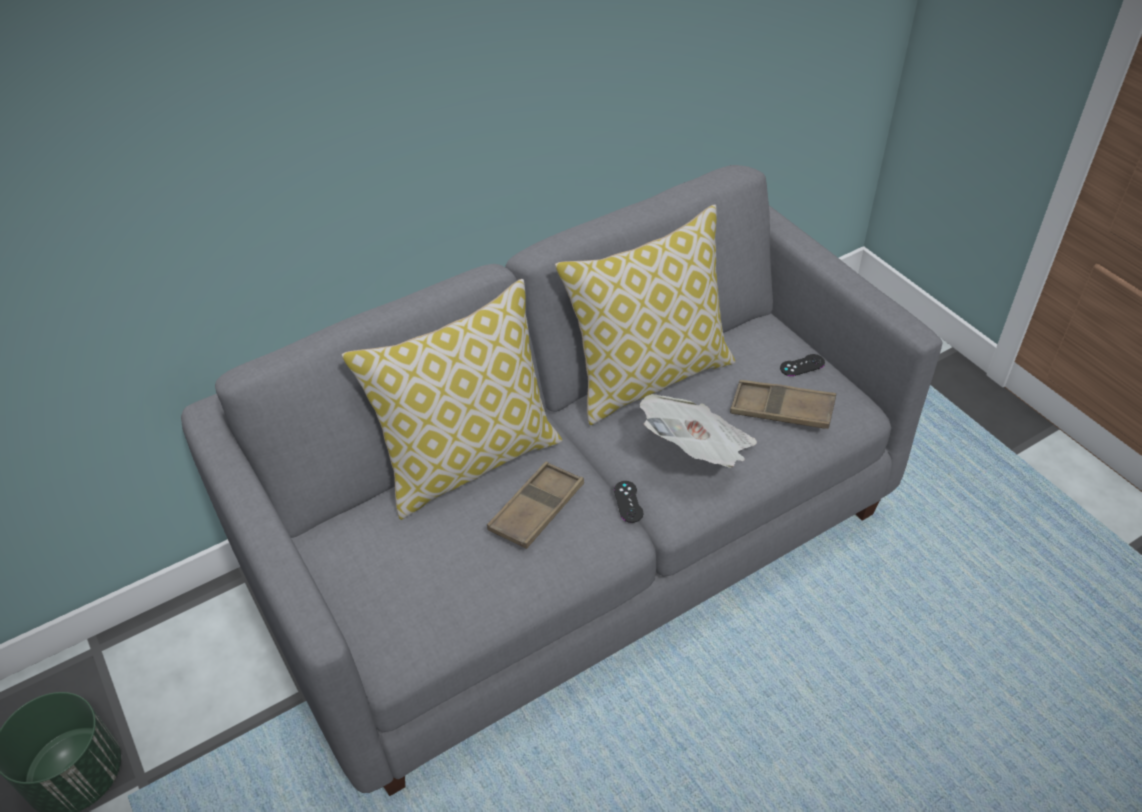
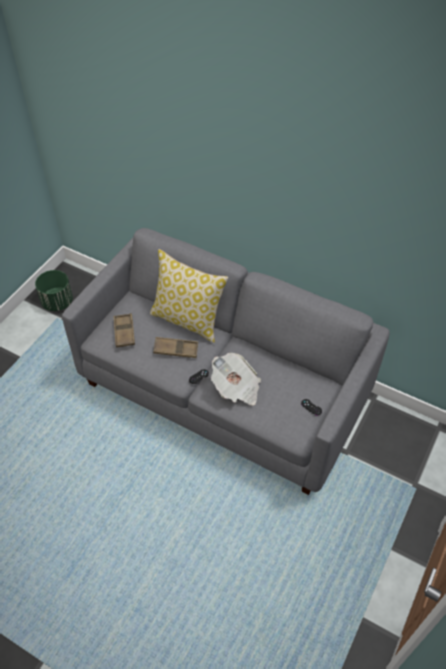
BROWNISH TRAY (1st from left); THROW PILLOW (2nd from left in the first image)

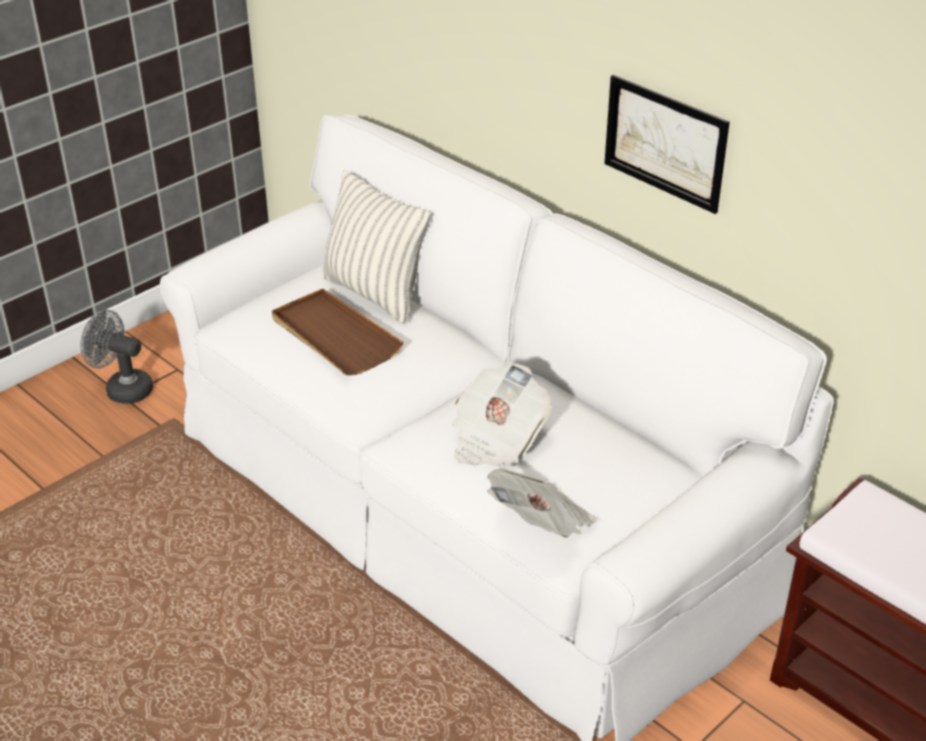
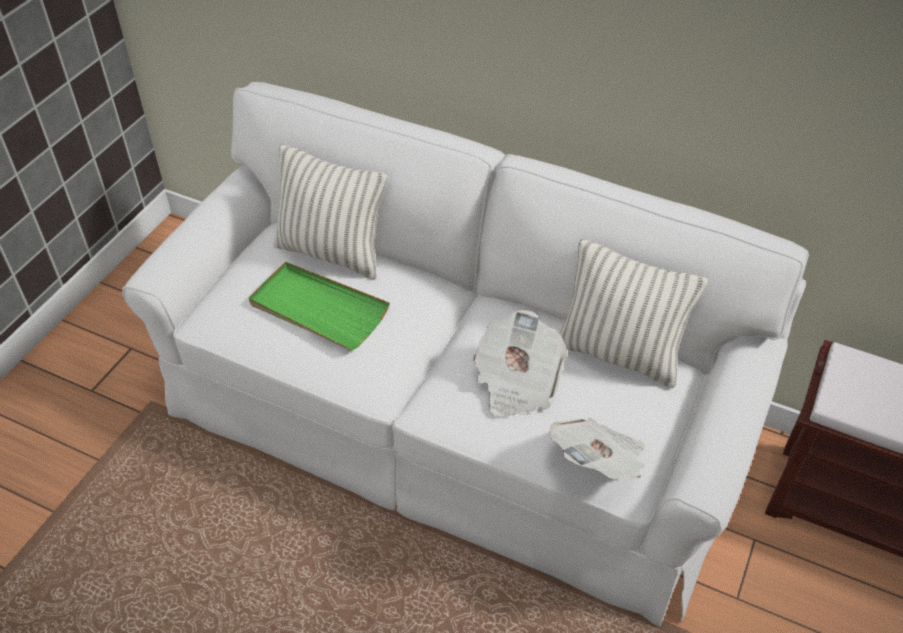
GREEN TRAY; THROW PILLOW (2nd from left); GREYISH ELECTRIC FAN; PICTURE

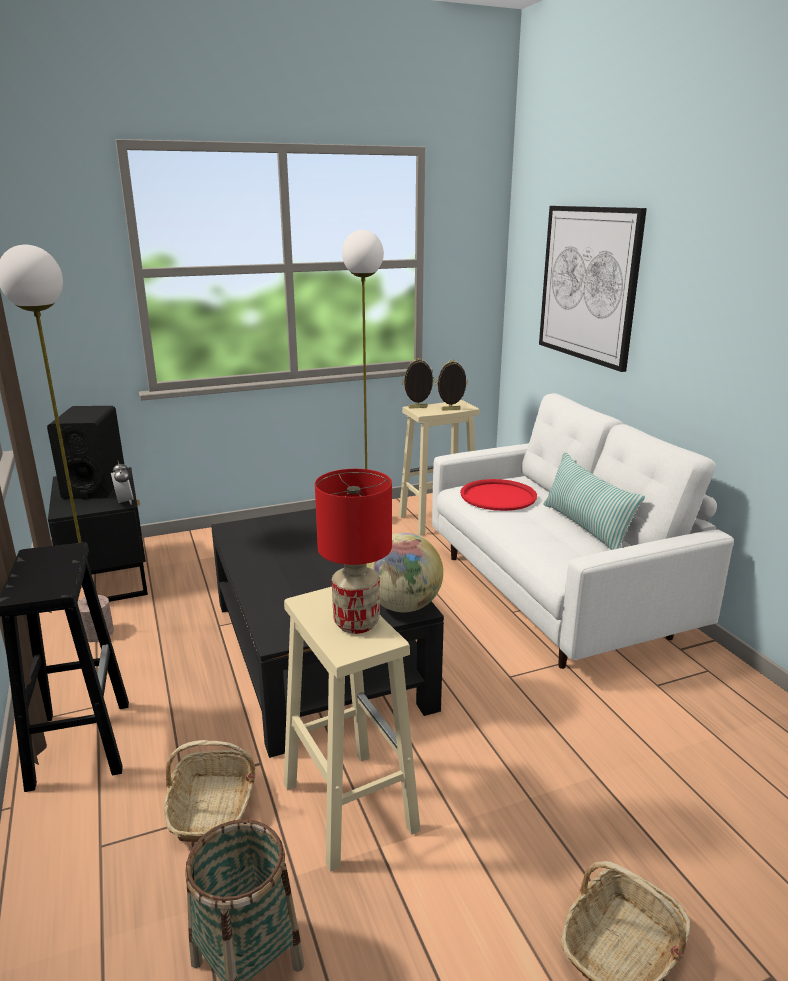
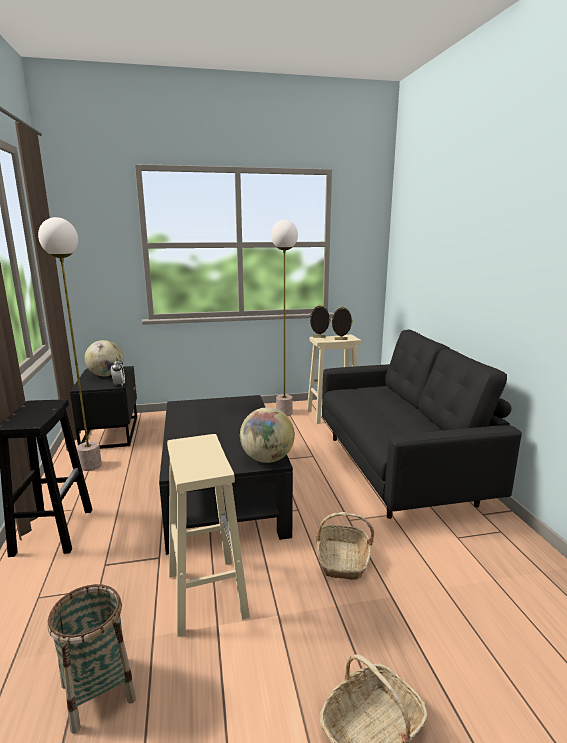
DESK GLOBE (1st from left); BASKET (2nd from left); BLACK-COLOURED SETTEE; RED TABLETOP LAMP; RED TRAY; PICTURE; THROW PILLOW

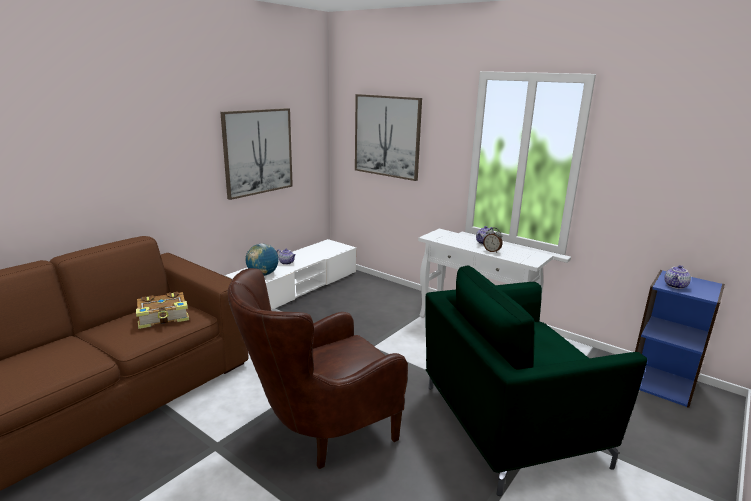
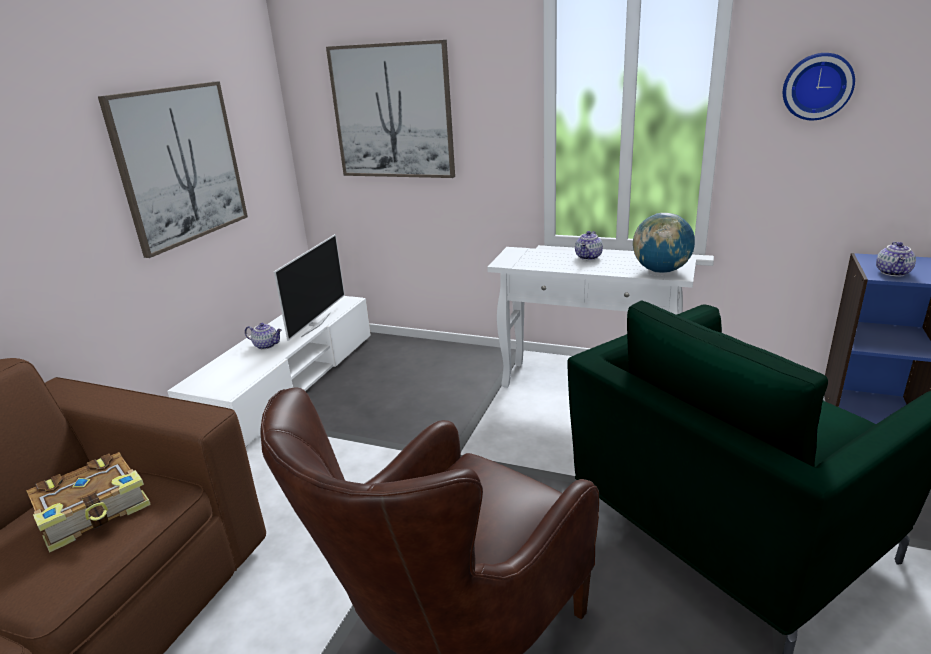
TV; DESK GLOBE; HANGING CLOCK; TABLE CLOCK

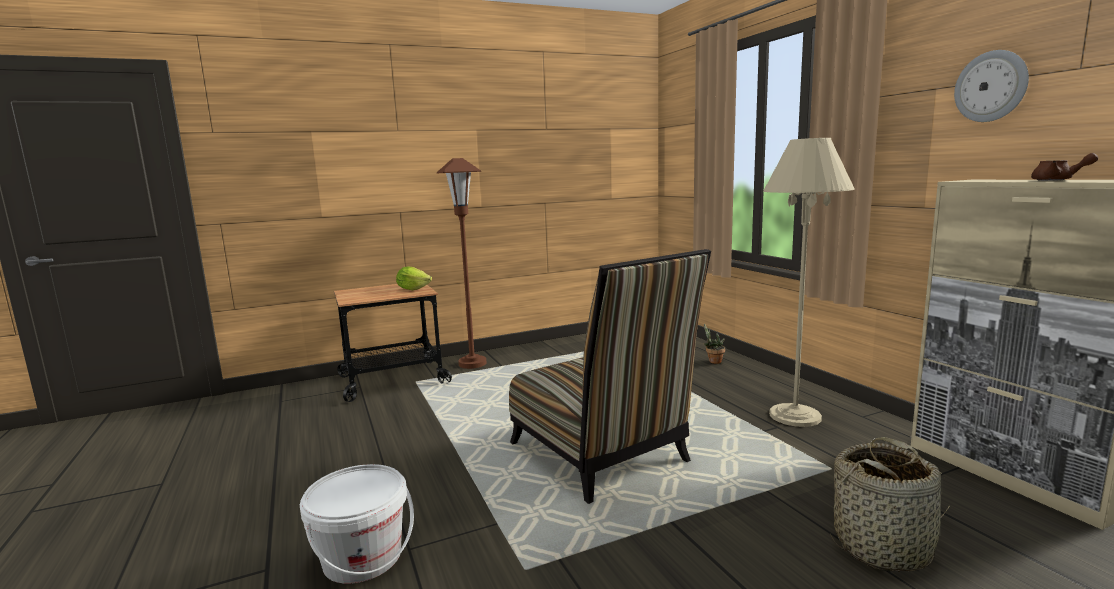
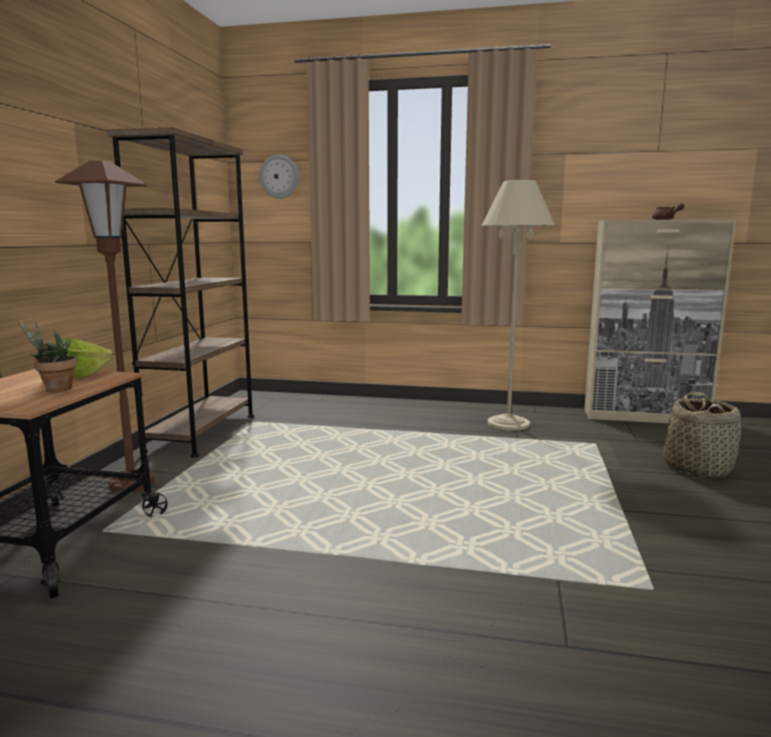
POTTED PLANT; BROWNISH BOOKSHELF; HANGING CLOCK; WHITE-COLOURED BUCKET; CHAIR

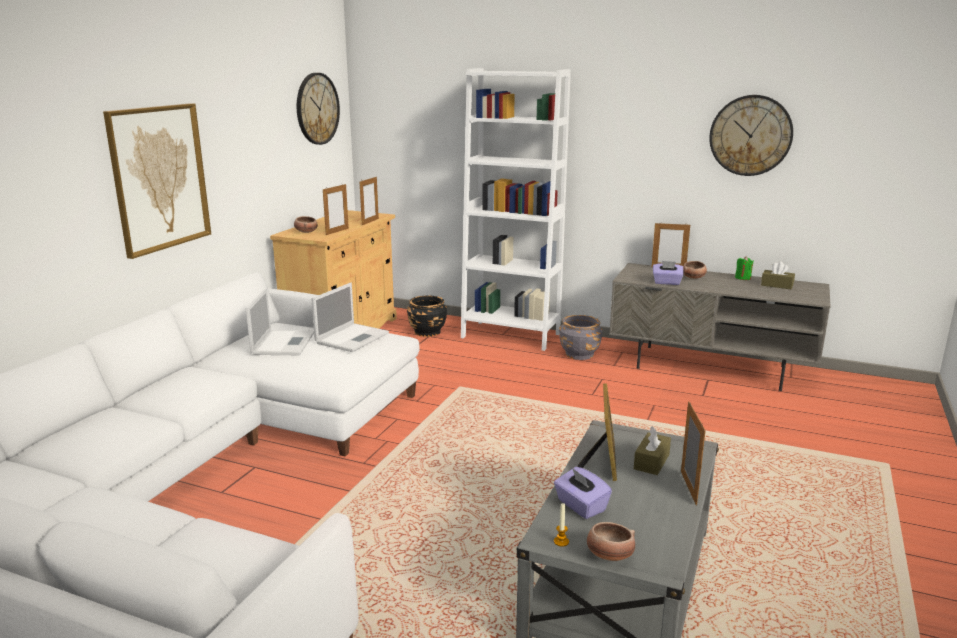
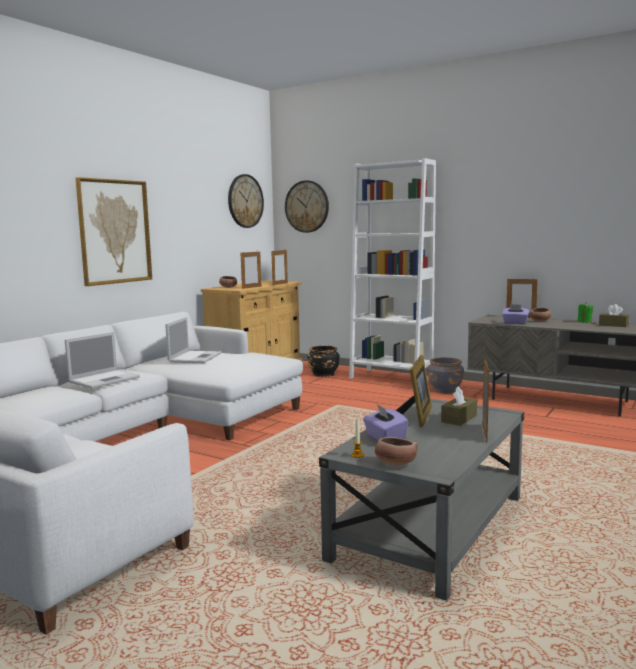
NOTEBOOK COMPUTER (1st from left); HANGING CLOCK (2nd from left)

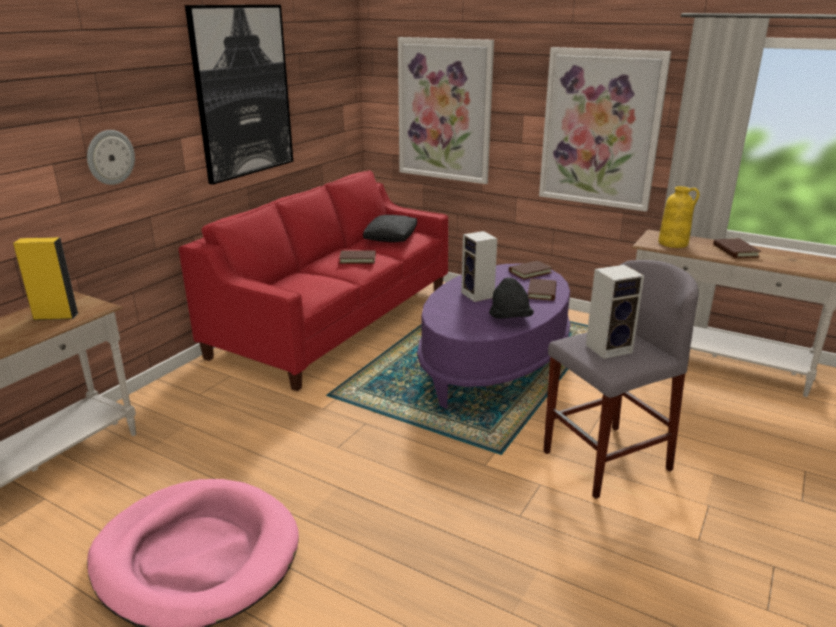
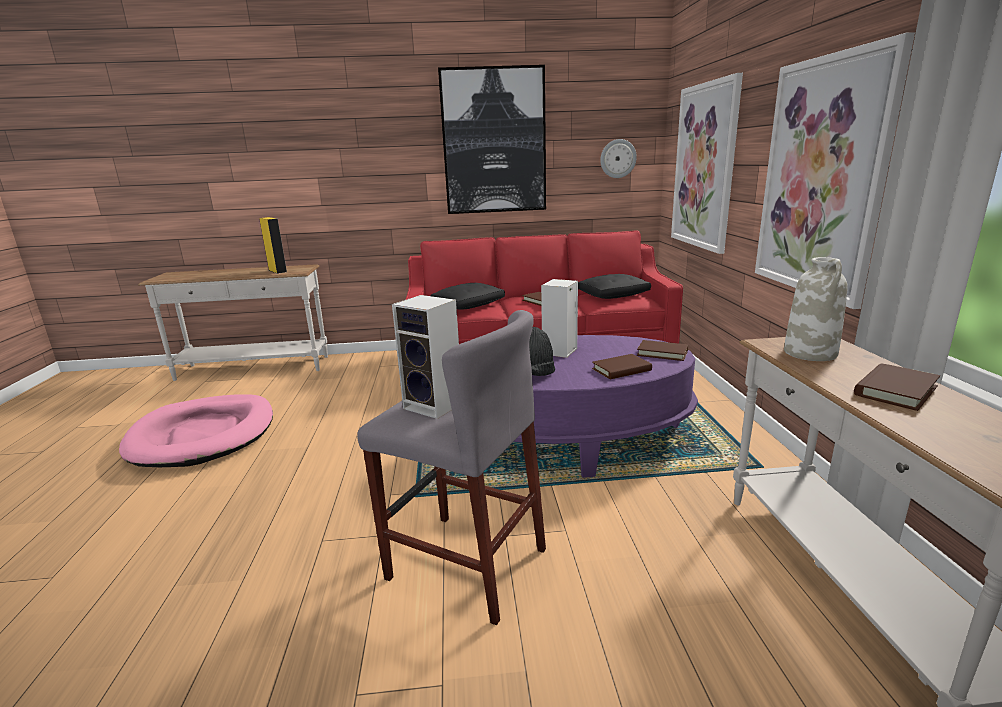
BLACK-COLOURED THROW PILLOW (1st from left); HANGING CLOCK; WHITE-COLOURED FLOWER VASE

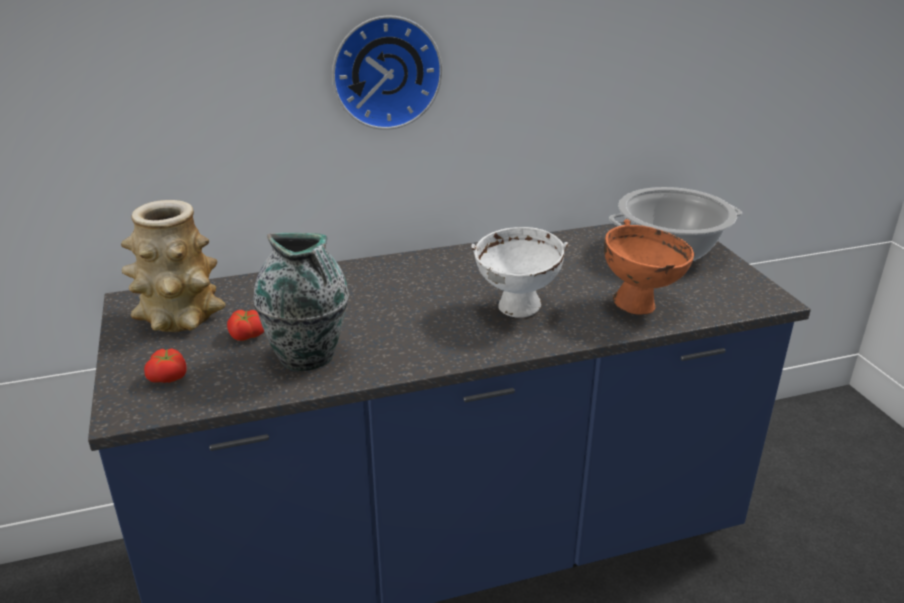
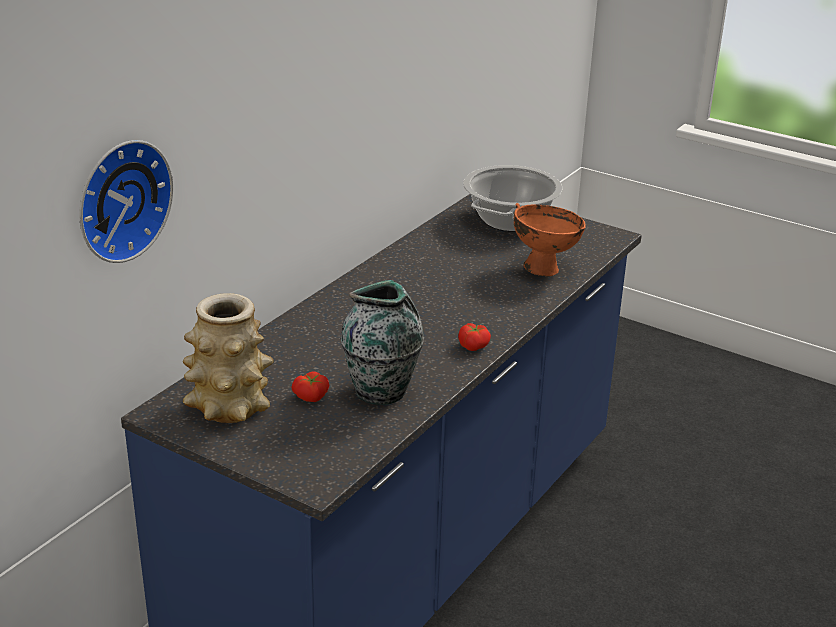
HANGING CLOCK; TOMATO (2nd from left); WHITE-COLOURED SERVING BOWL

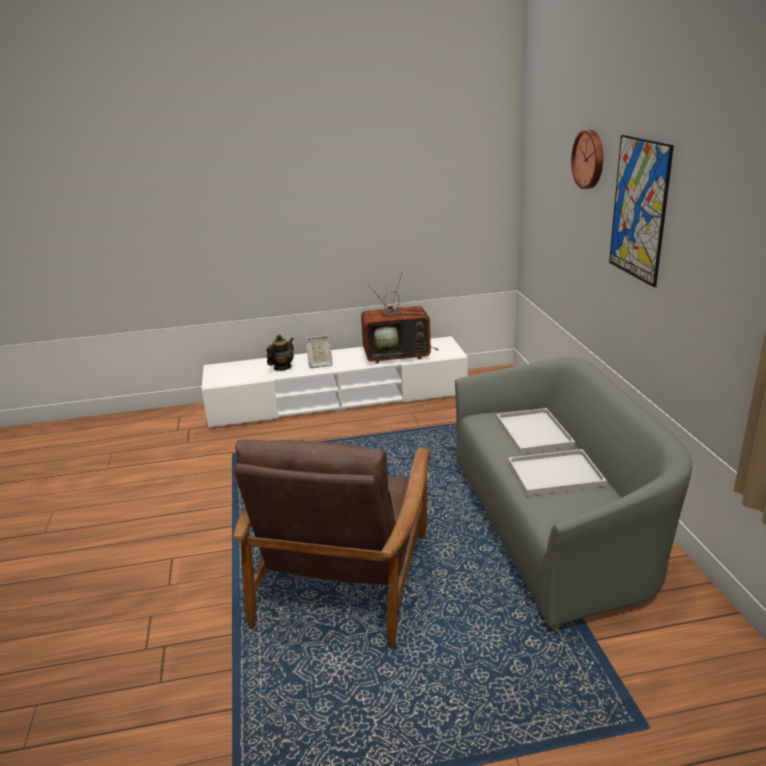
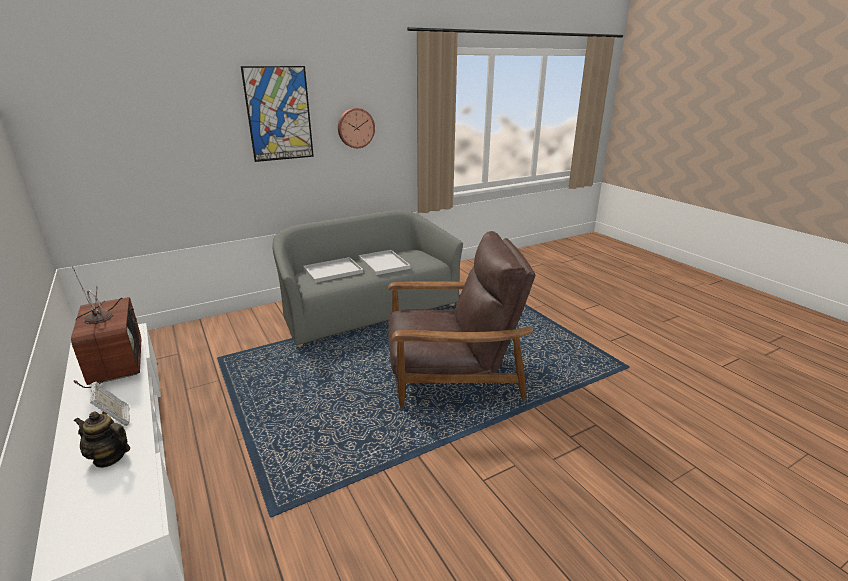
HANGING CLOCK

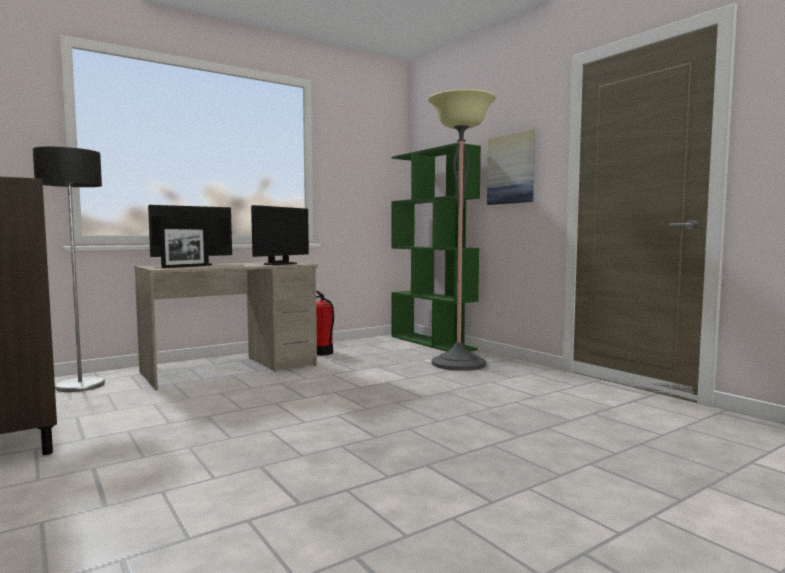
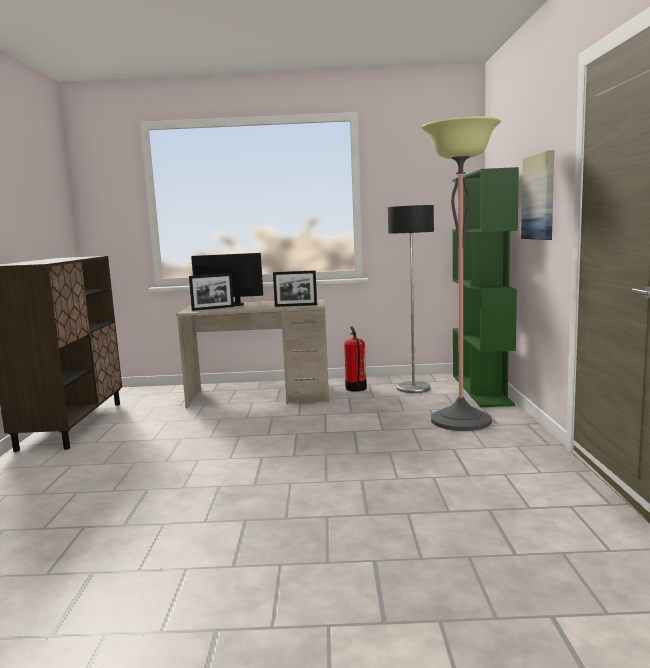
STANDING FRAME (2nd from left); STANDING LAMP (1st from left)

